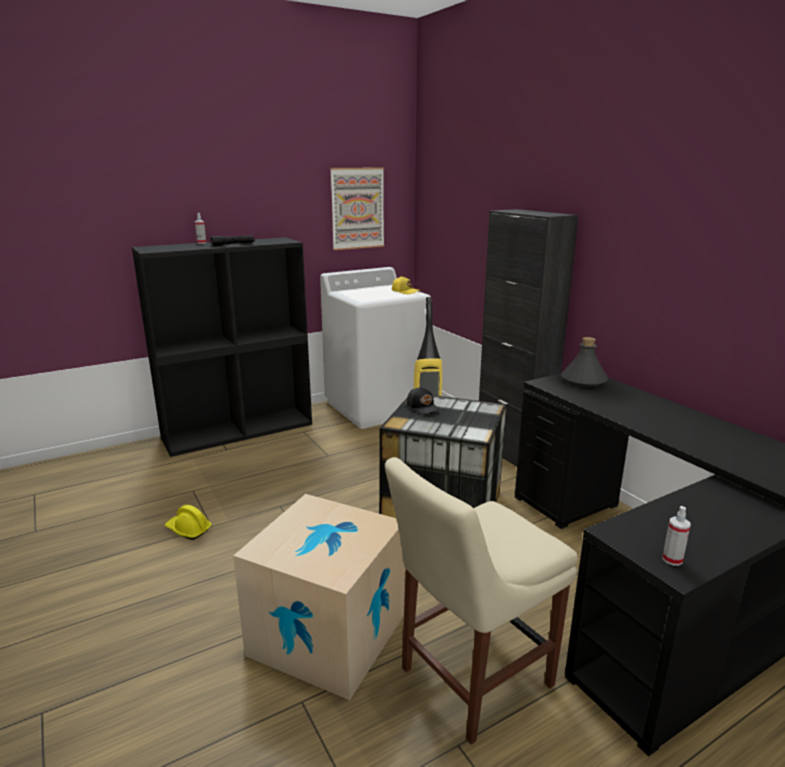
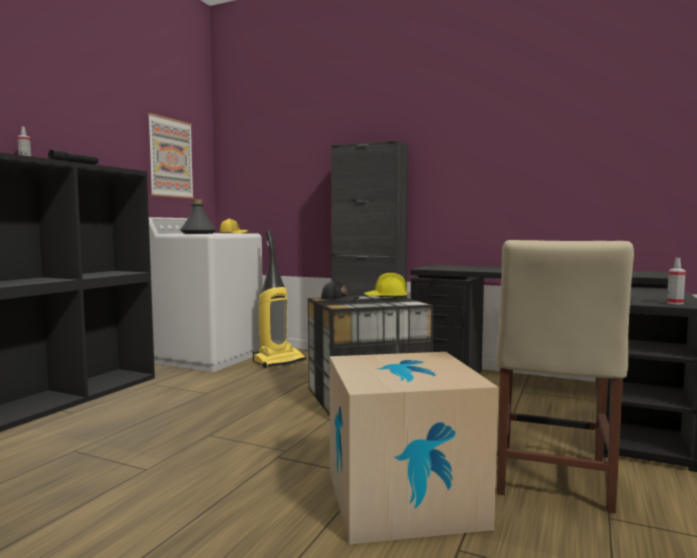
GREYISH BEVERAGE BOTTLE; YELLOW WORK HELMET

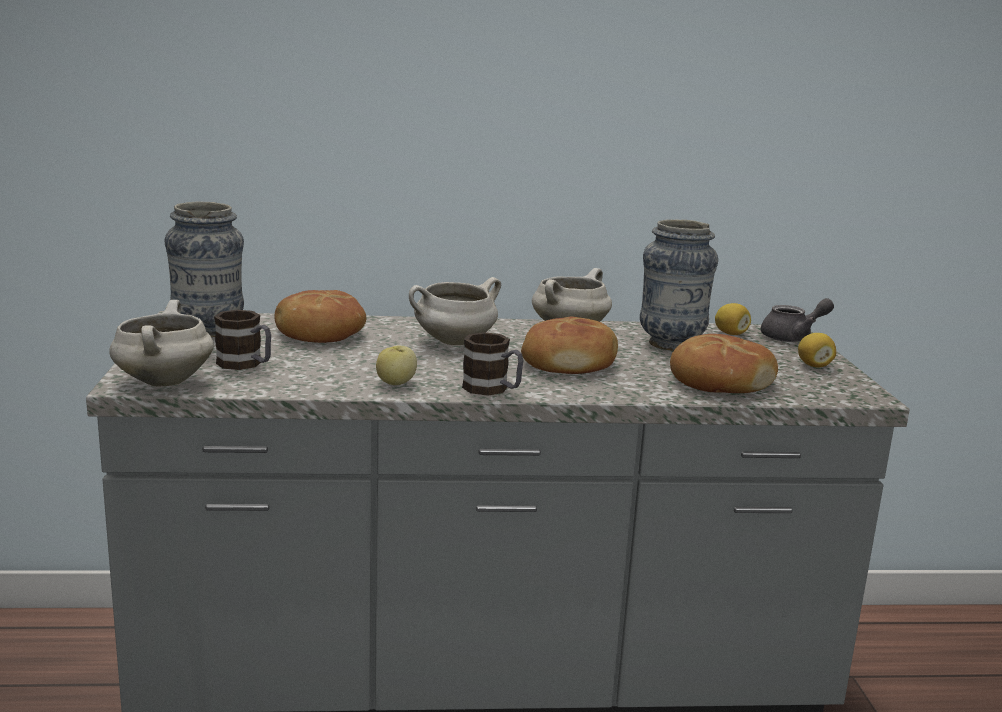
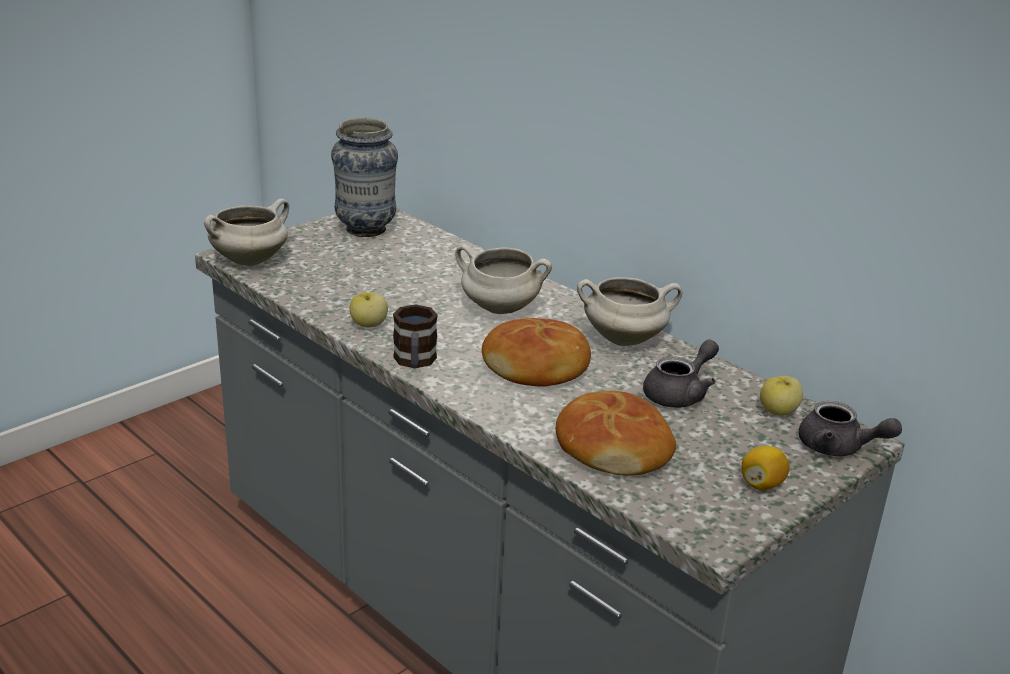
GREYISH TEAPOT (1st from left); APPLE FRUIT (2nd from left); MUG (1st from left in the first image); BAKERY BREAD (1st from left in the first image)

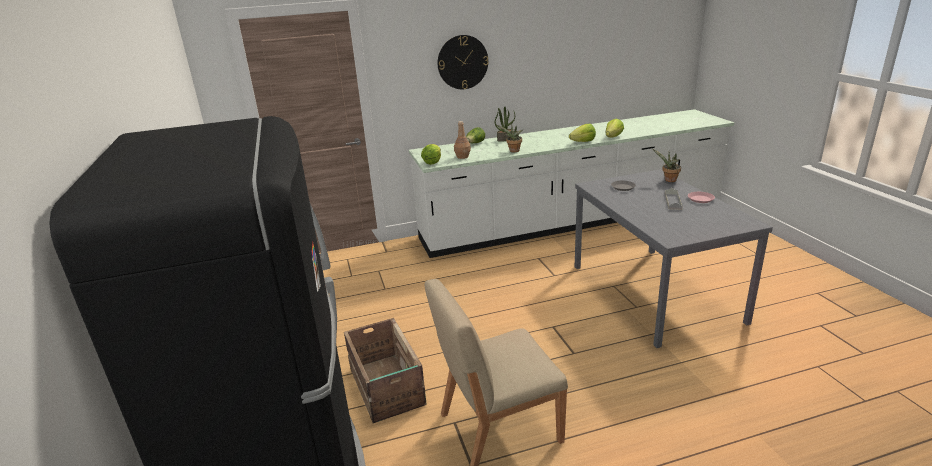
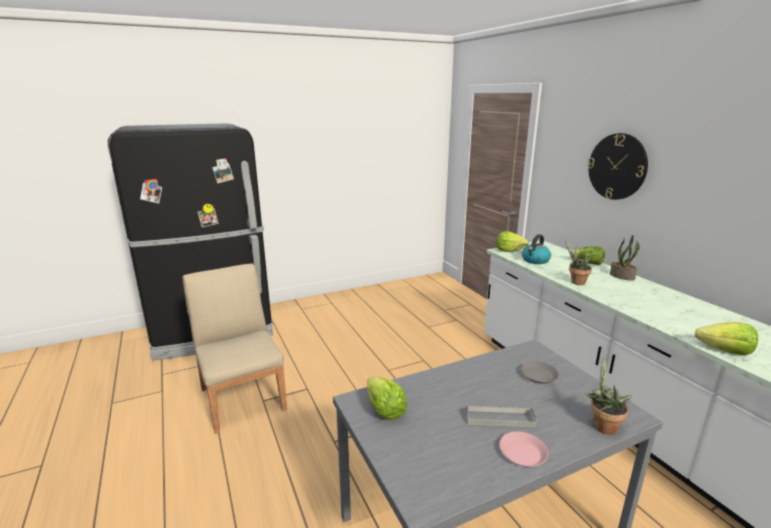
LETTUCE (1st from left); KETTLE; SHIPPING CRATE

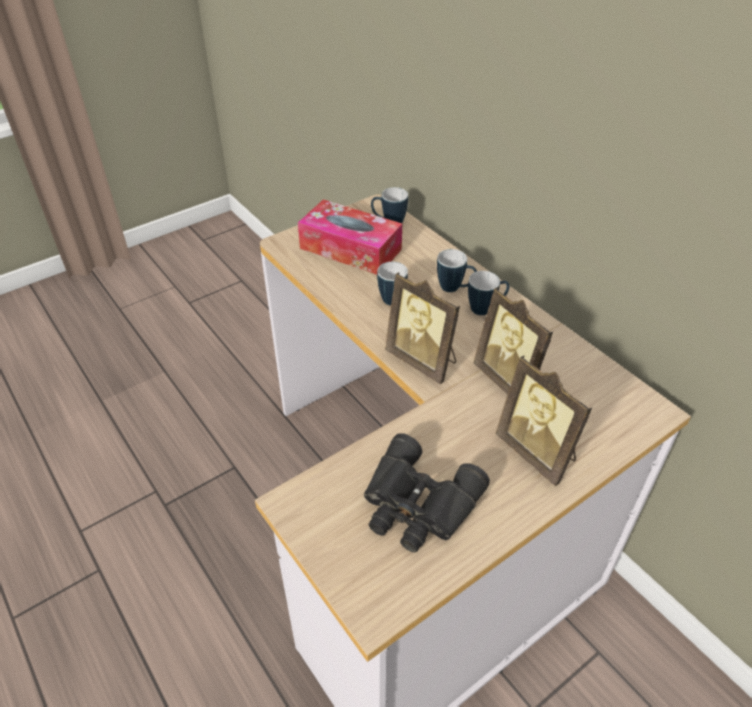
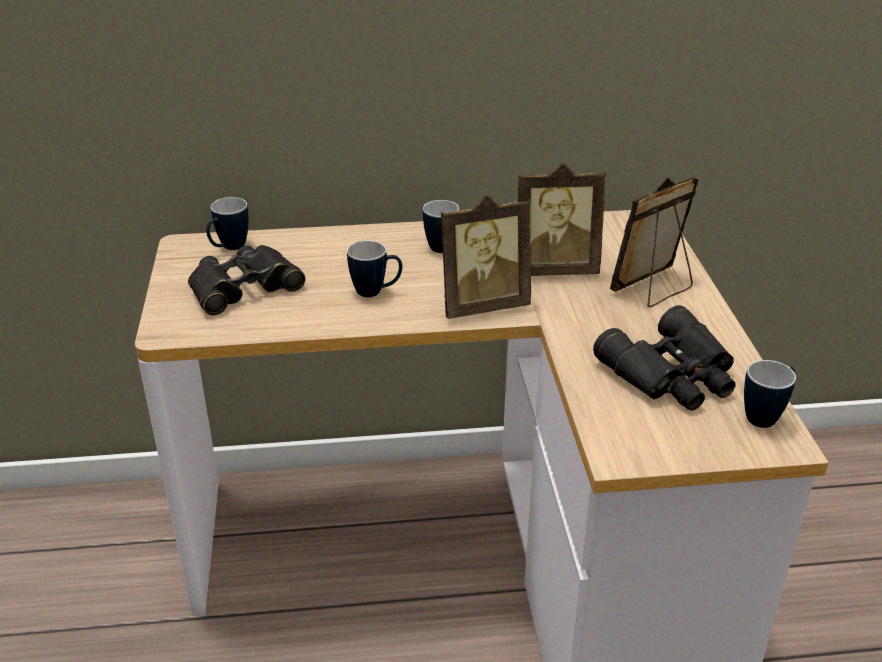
BLACK-COLOURED FIELD GLASSES (1st from left); STANDING FRAME (3rd from left); MUG (4th from left)

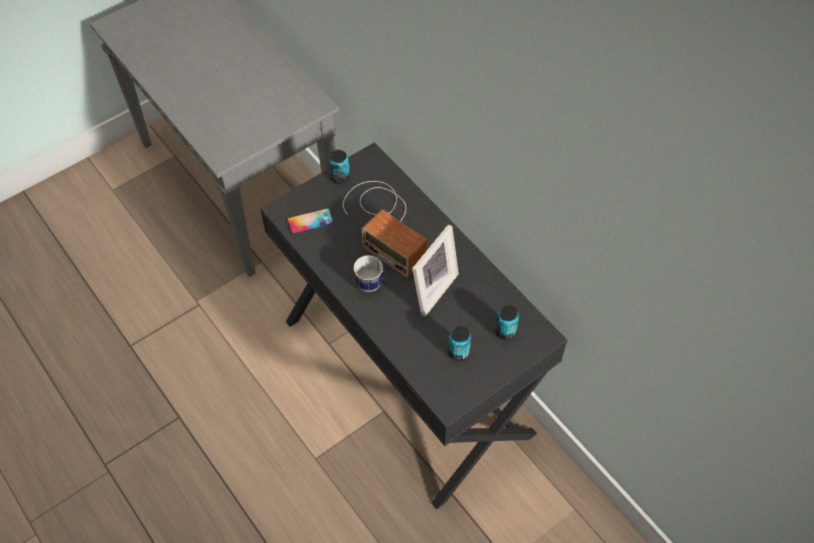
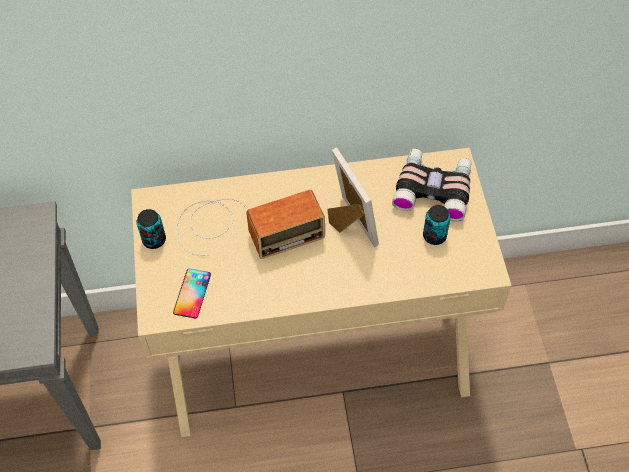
SAND-COLOURED DESK UNIT; FIELD GLASSES; MUG

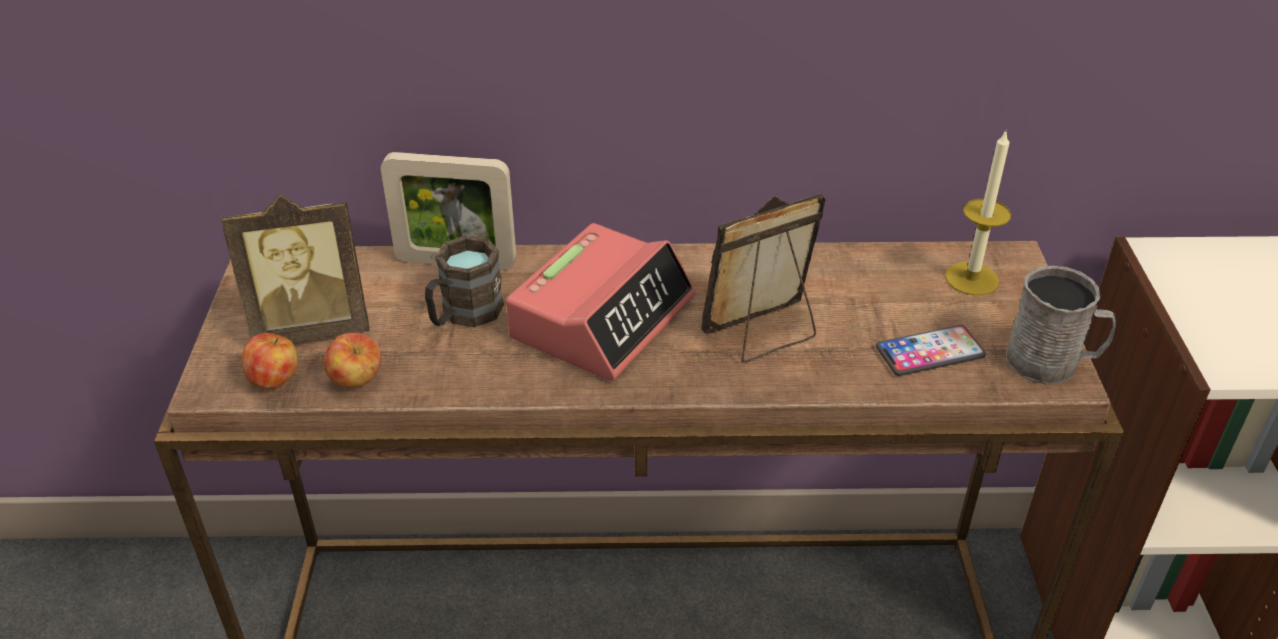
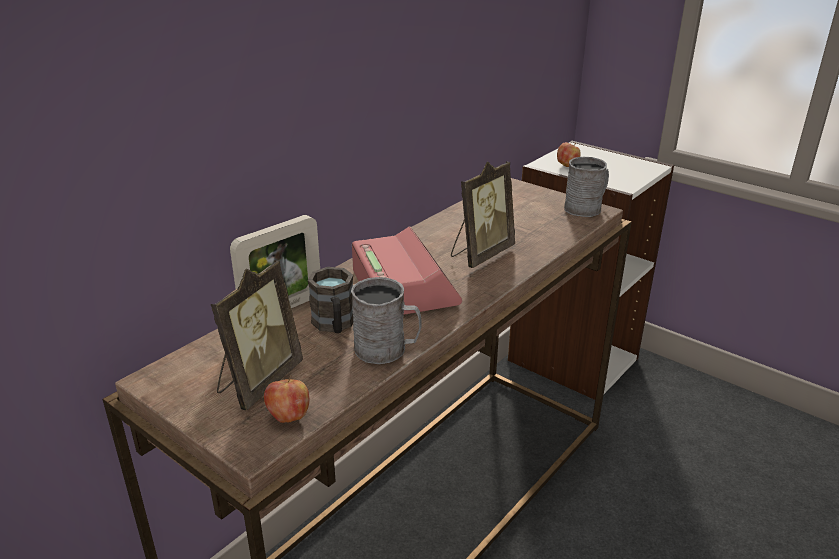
GREYISH MUG (1st from left); STANDING FRAME (3rd from left); APPLE FRUIT (2nd from left); HANDSET; CANDLE

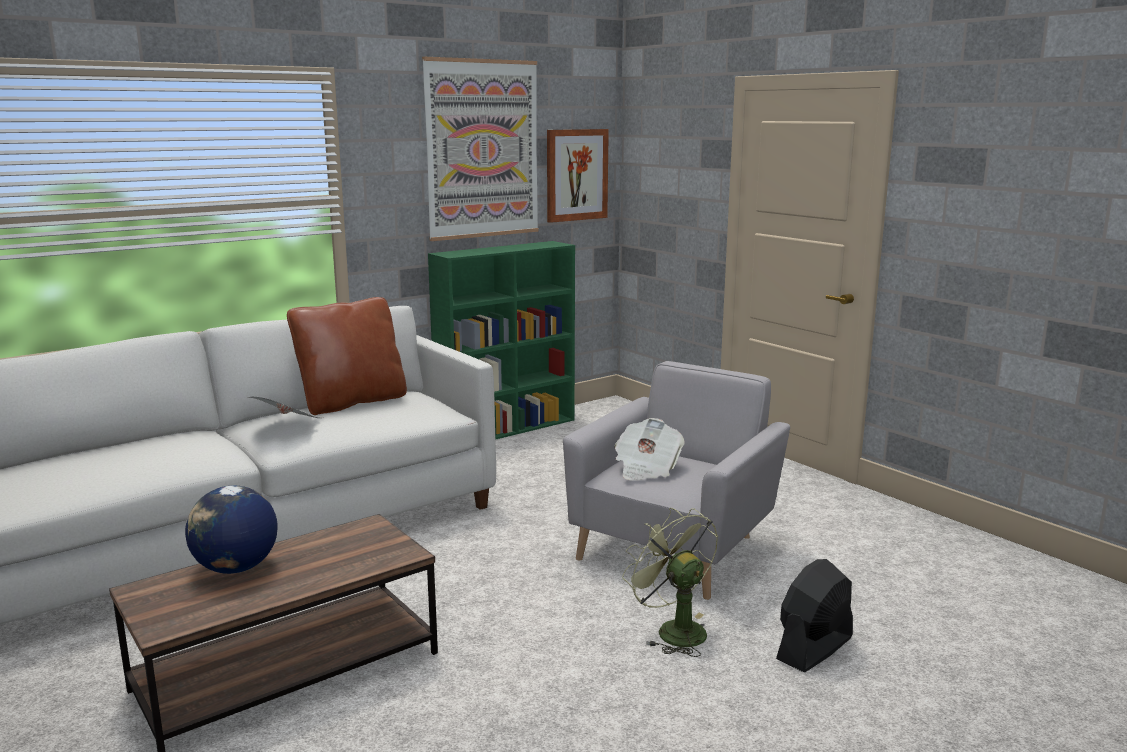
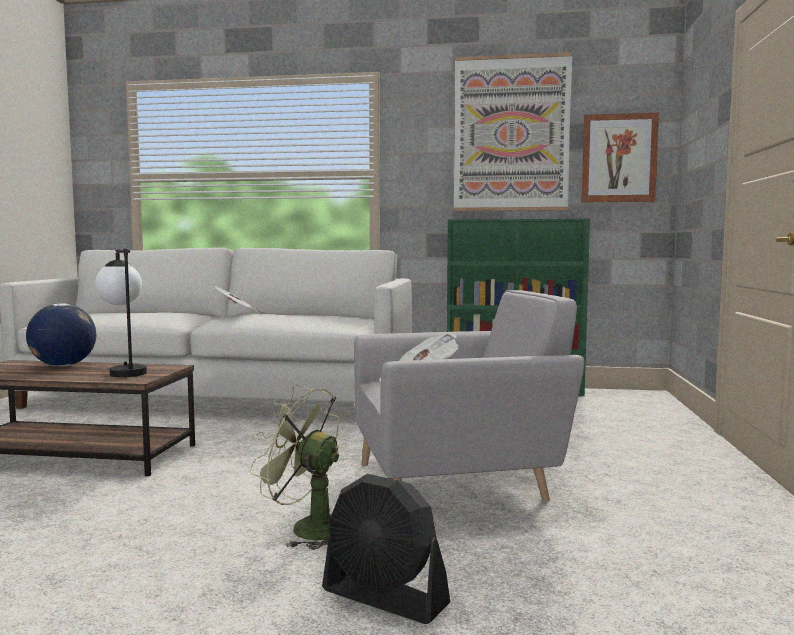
TABLETOP LAMP; GREEN ELECTRIC FAN; BLACK-COLOURED ELECTRIC FAN; BROWNISH THROW PILLOW

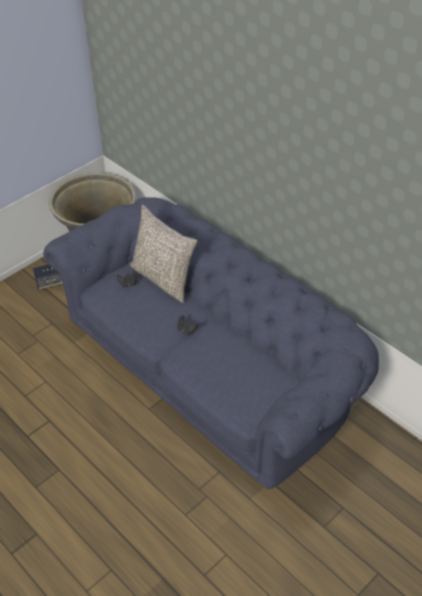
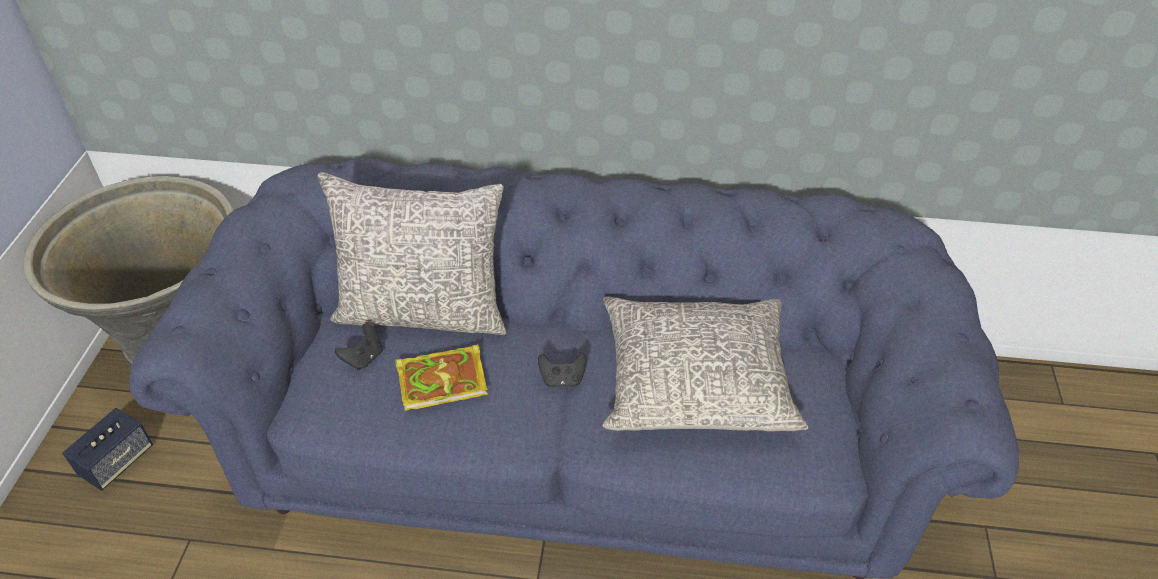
BOOK; GREYISH THROW PILLOW (2nd from left)

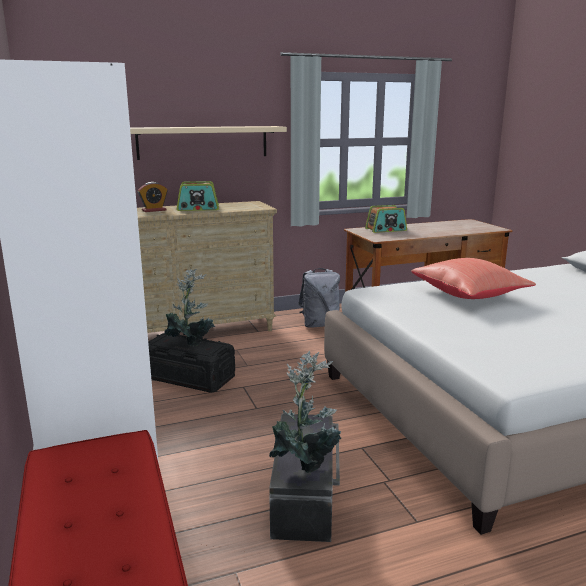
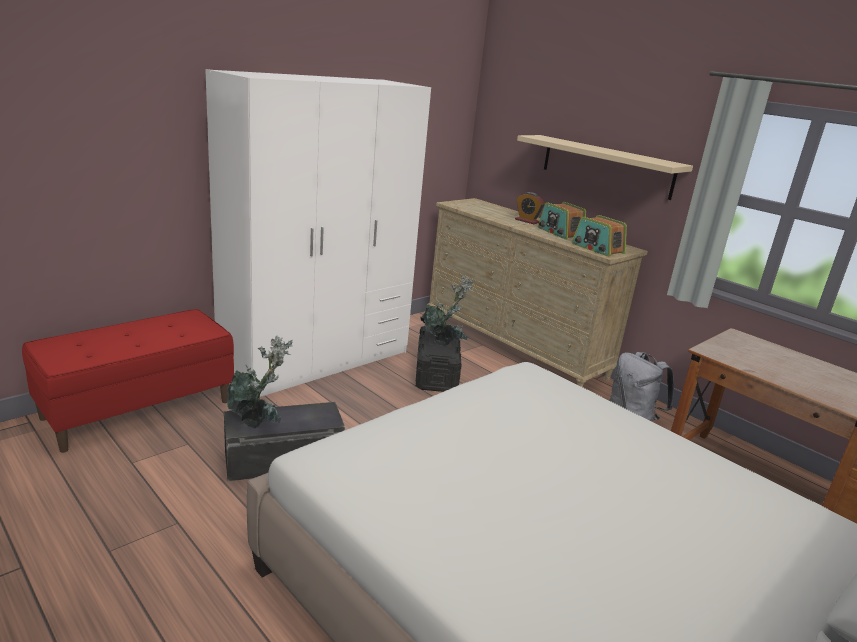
RADIO (2nd from left); RED THROW PILLOW

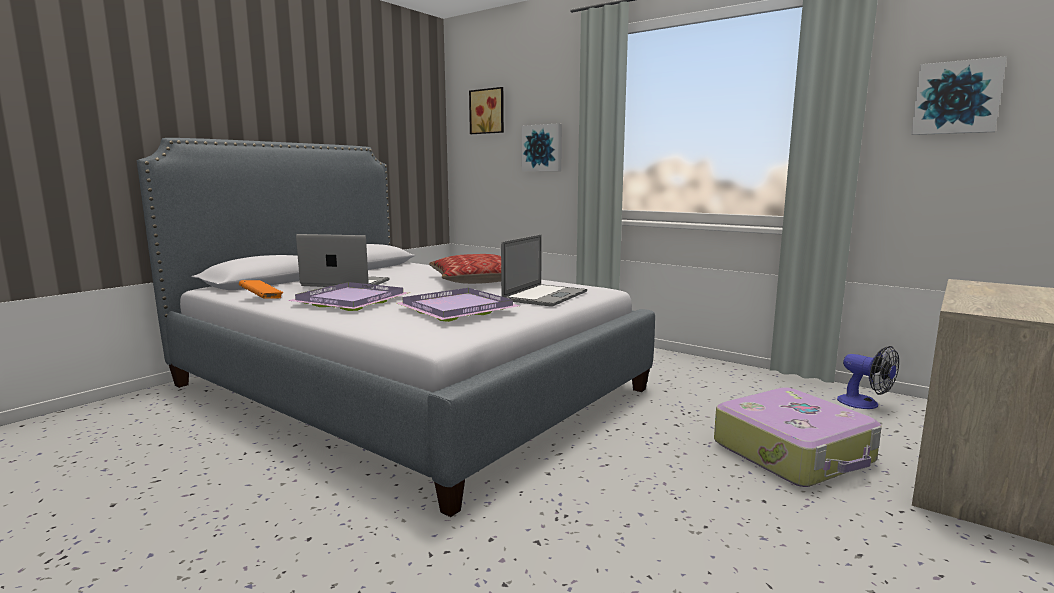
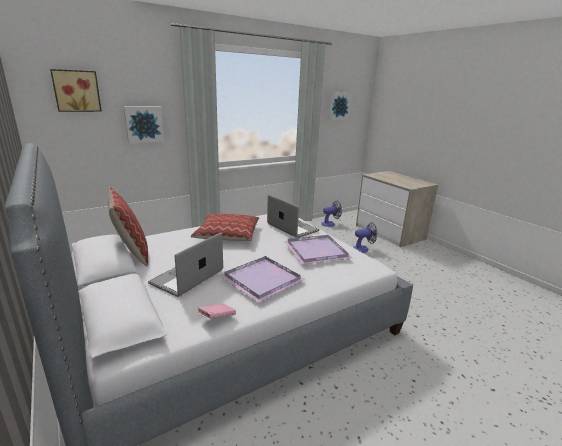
THROW PILLOW (1st from left); PINKISH BOOK; ELECTRIC FAN (2nd from left)

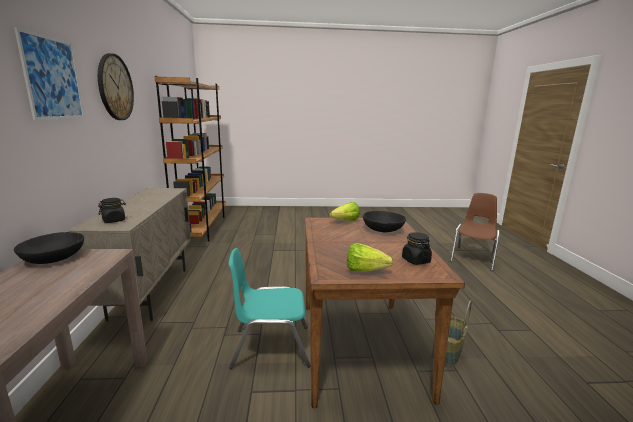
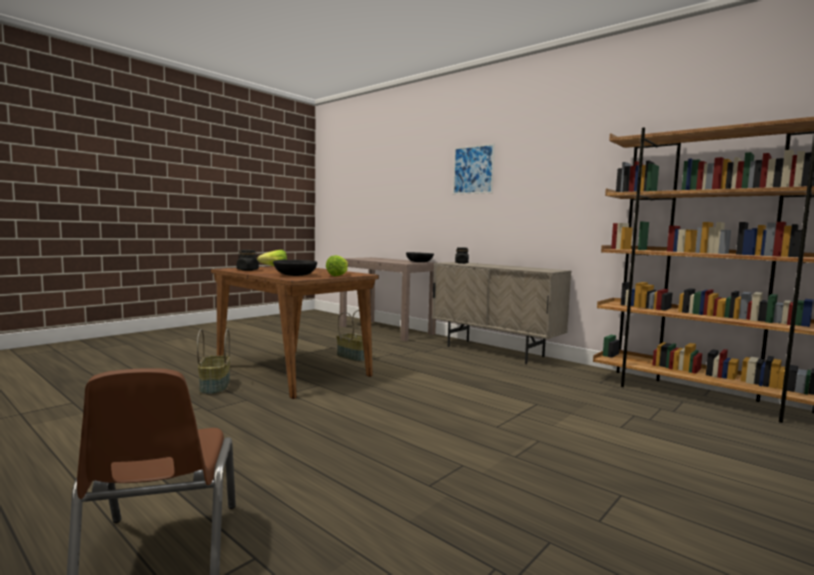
BASKET (2nd from left); HANGING CLOCK

